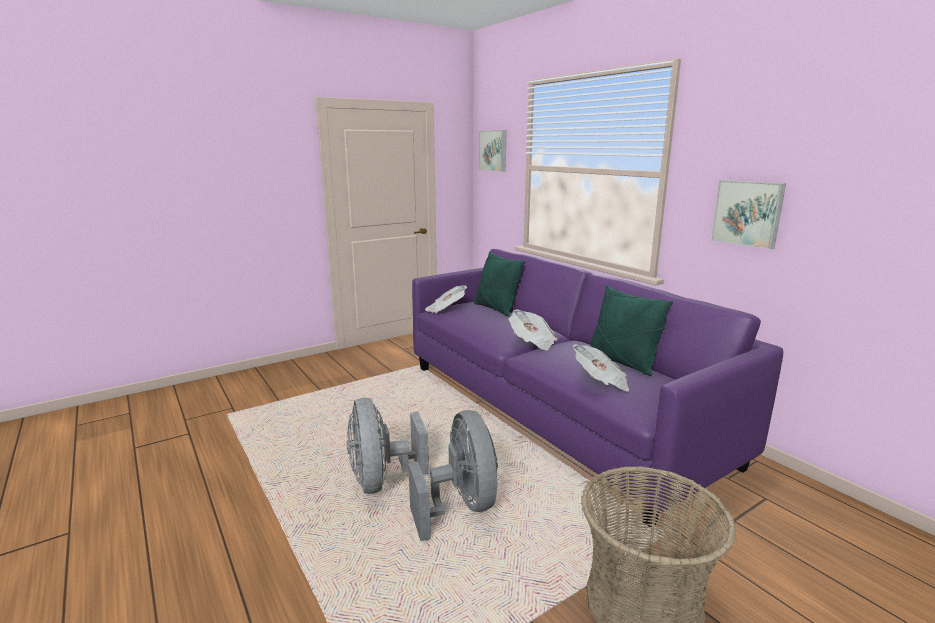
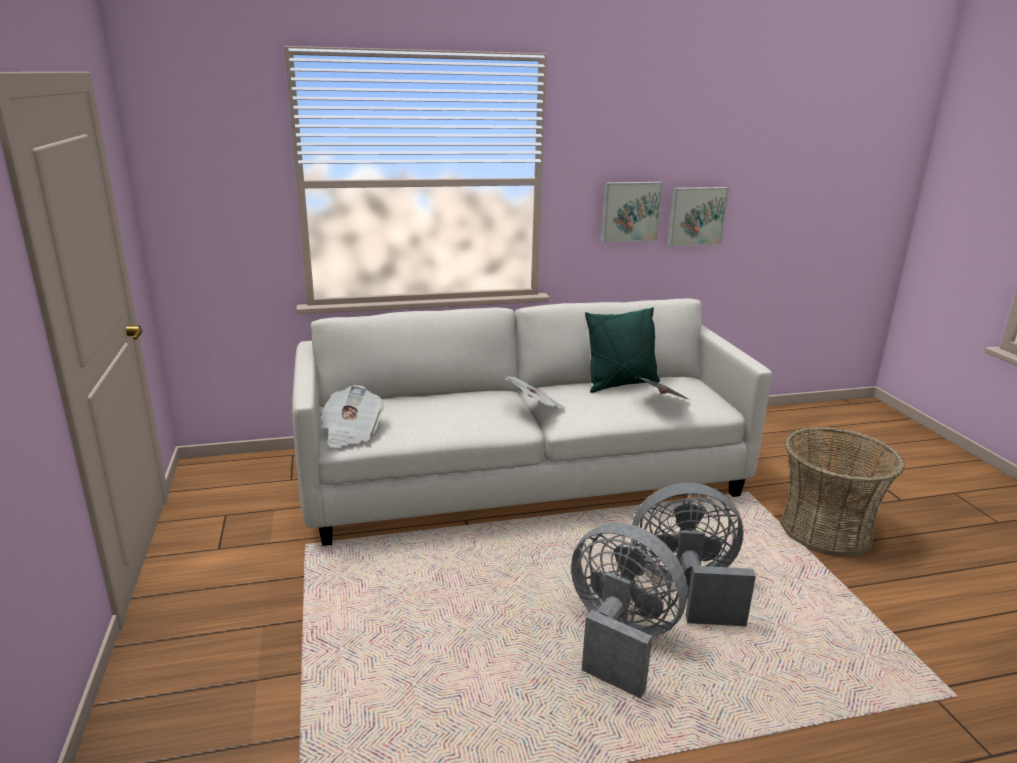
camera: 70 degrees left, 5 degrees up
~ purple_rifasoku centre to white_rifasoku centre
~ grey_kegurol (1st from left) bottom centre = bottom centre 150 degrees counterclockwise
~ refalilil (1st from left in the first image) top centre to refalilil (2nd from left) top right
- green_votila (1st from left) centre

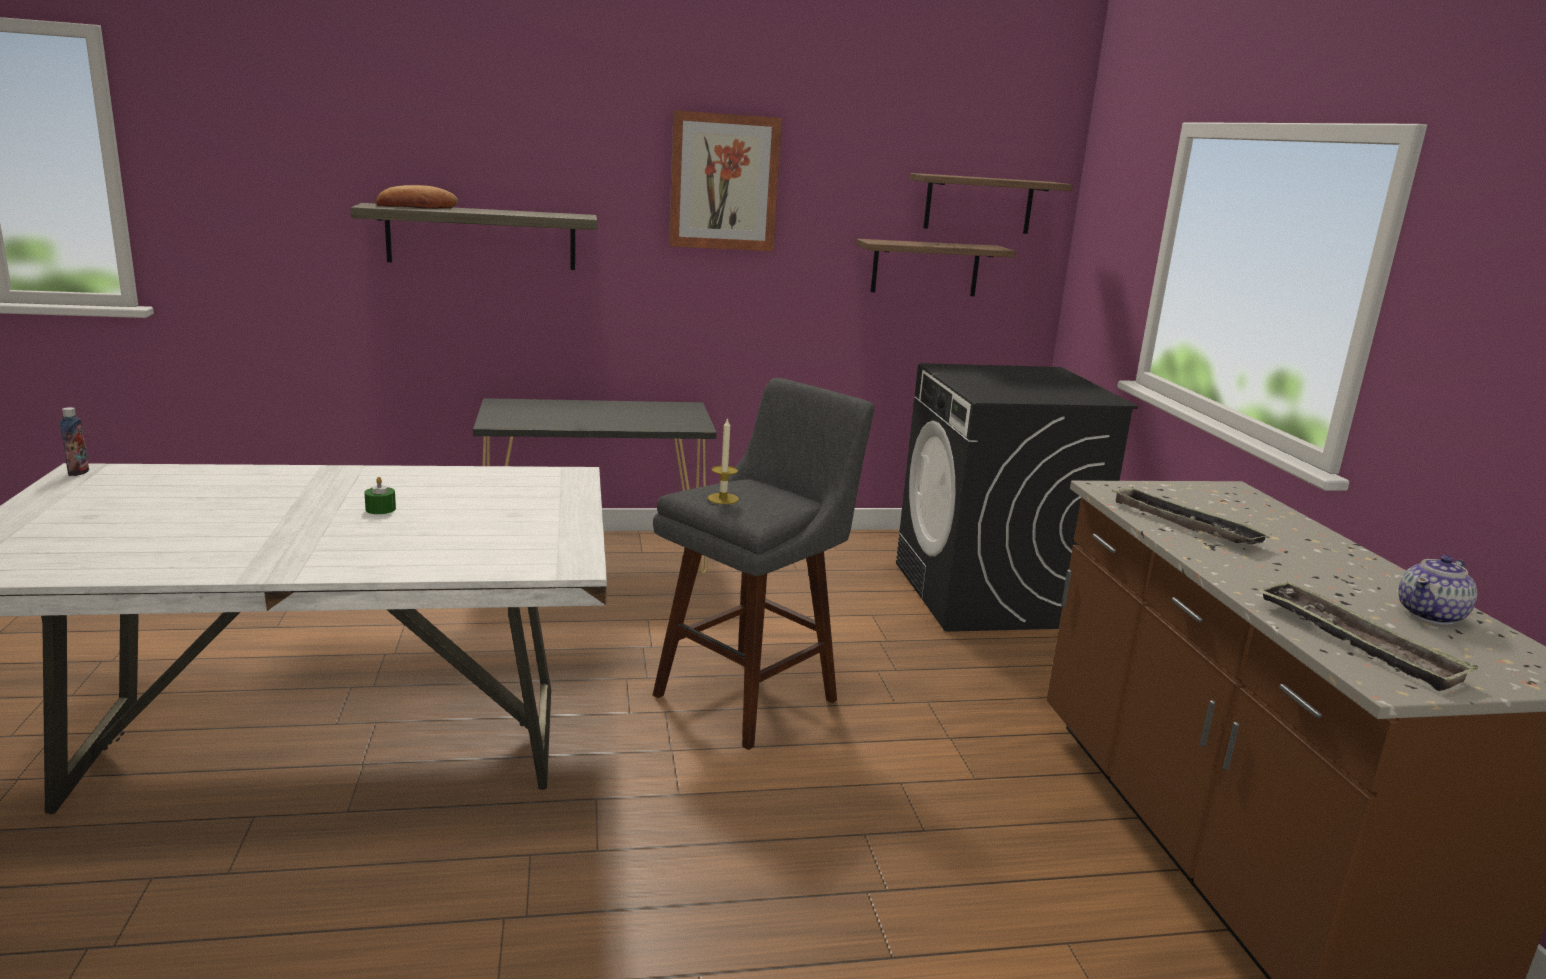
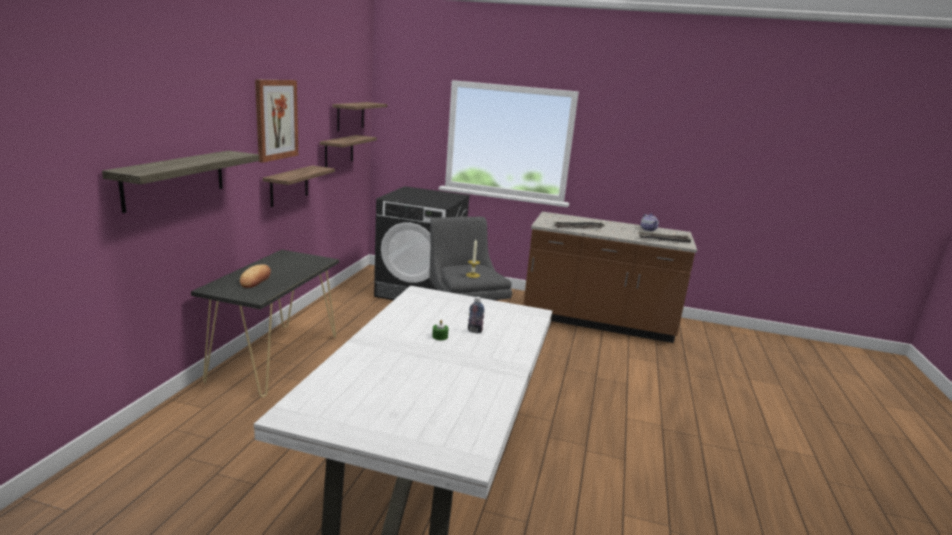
camera: 65 degrees left, 0 degrees up
~ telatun top left to middle left
+ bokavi (2nd from left) middle left
~ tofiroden middle left to centre

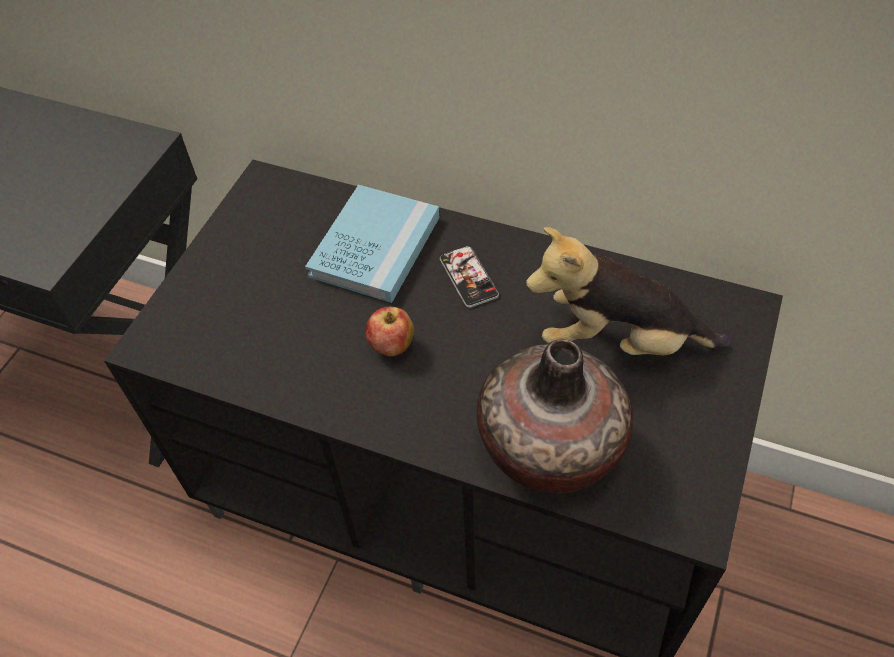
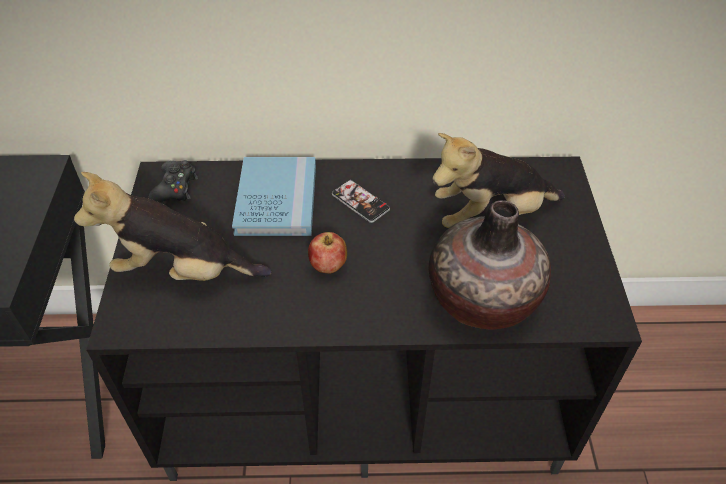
camera: 25 degrees left, 5 degrees down
+ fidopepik (1st from left) middle left
+ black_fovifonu middle left

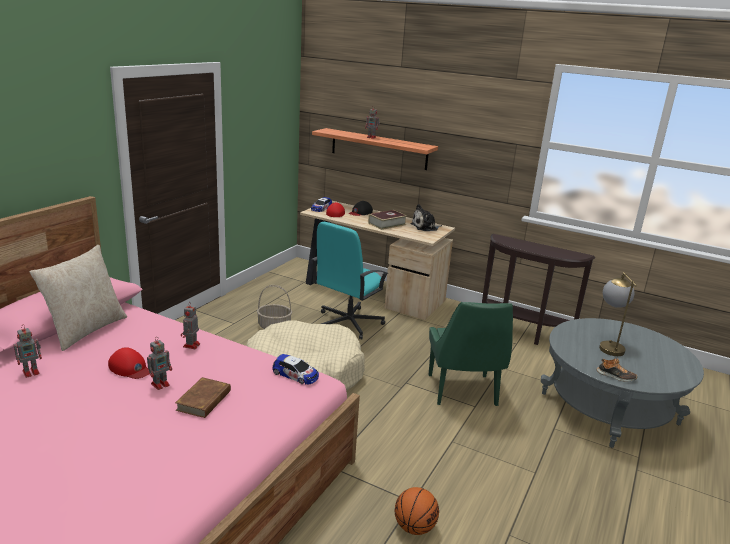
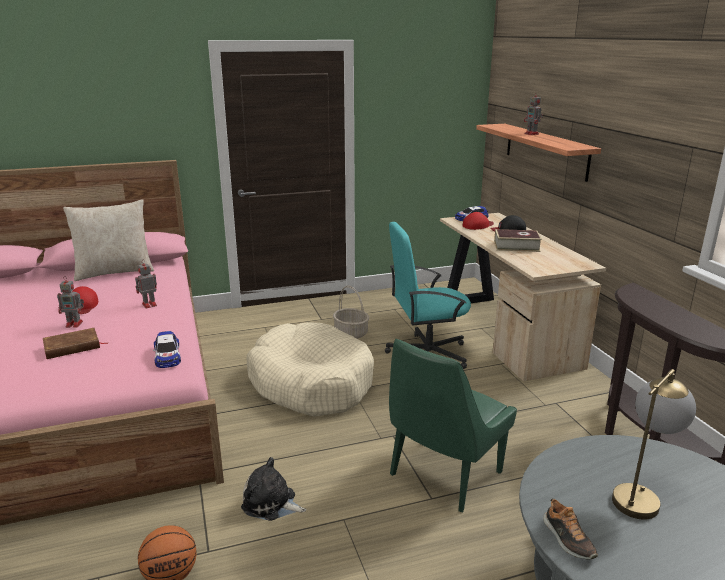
camera: 45 degrees right, 0 degrees up
~ fidopepik centre to bottom centre
- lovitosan (1st from left) middle left

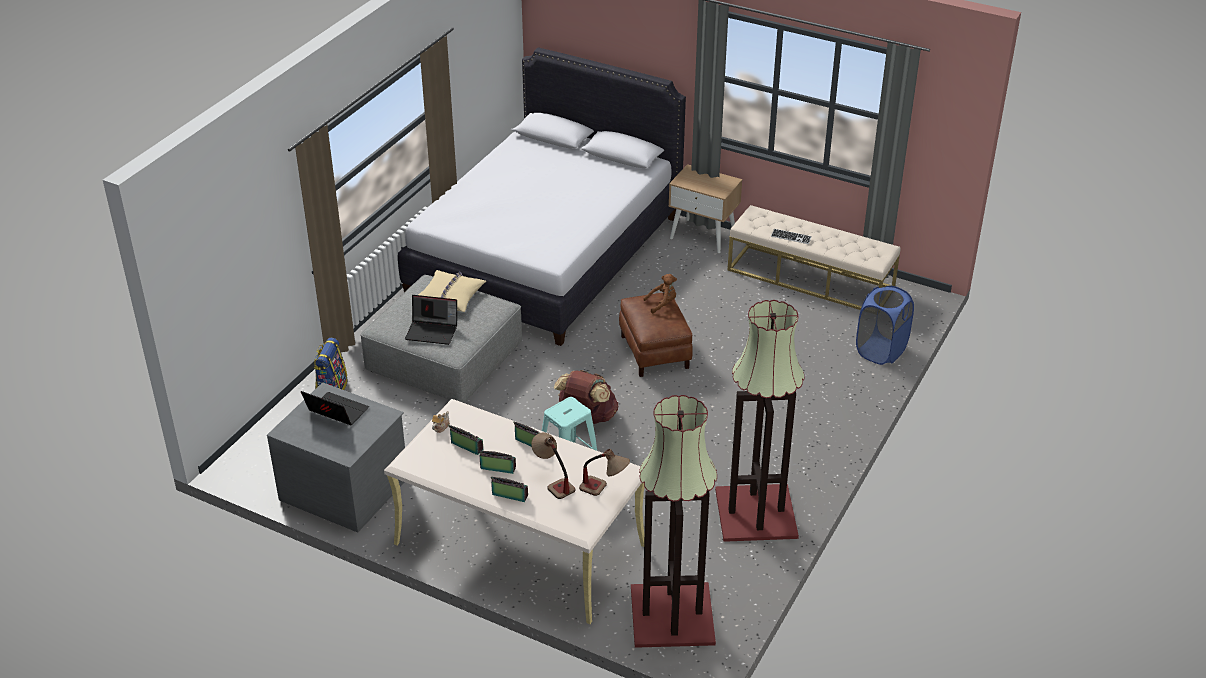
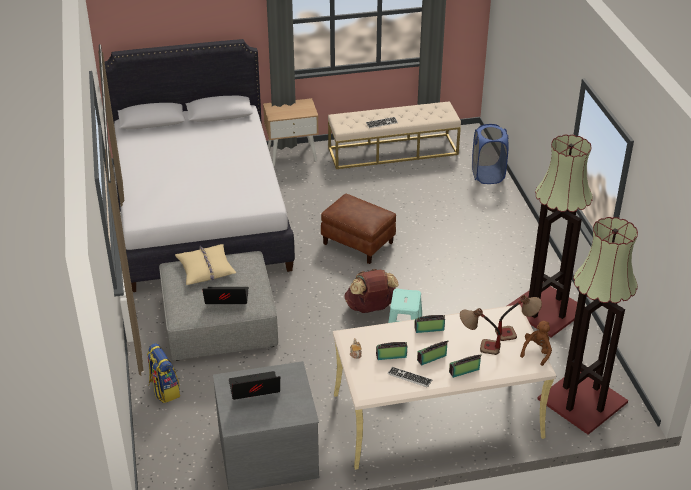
camera: 40 degrees left, 0 degrees up
~ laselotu (2nd from left in the first image) centre = middle left 150 degrees counterclockwise
+ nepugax (2nd from left) bottom centre
~ brown_fidopepik centre to bottom right

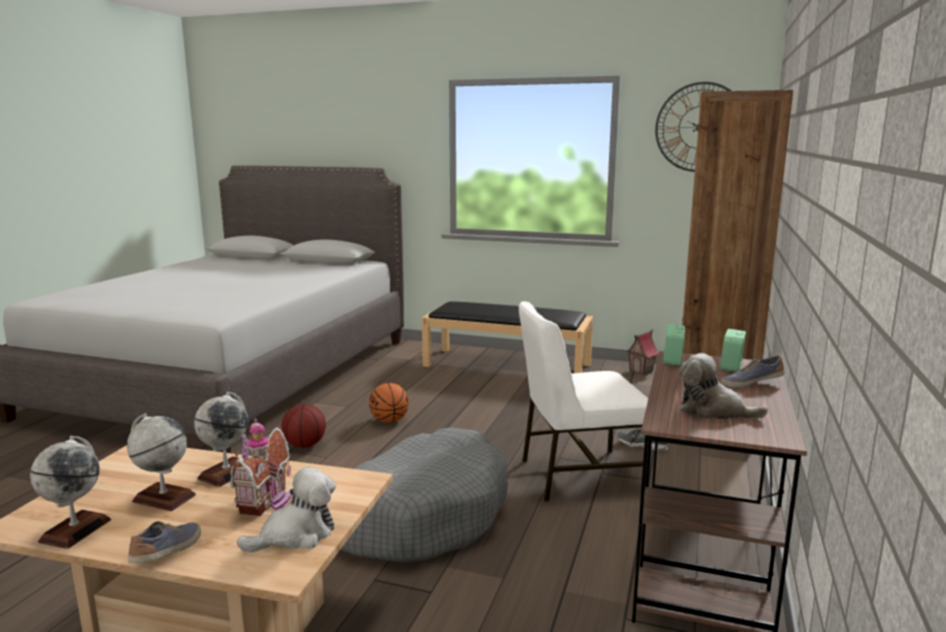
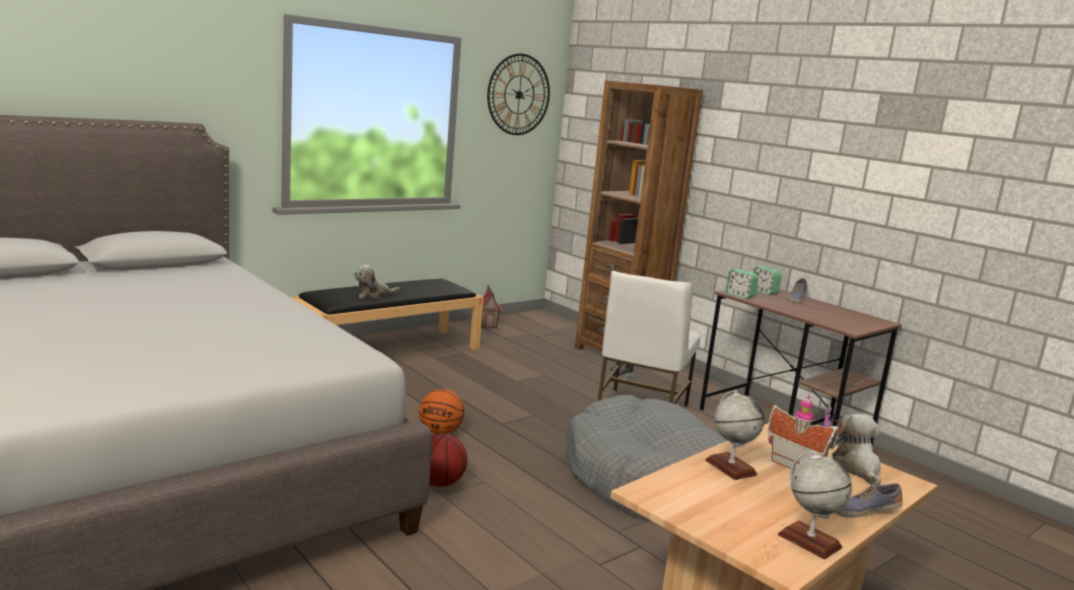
camera: 60 degrees left, 0 degrees up
~ fidopepik (2nd from left in the first image) middle right to fidopepik (1st from left) centre
~ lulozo (1st from left in the first image) bottom left = bottom right 60 degrees counterclockwise
- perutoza (2nd from left) bottom left

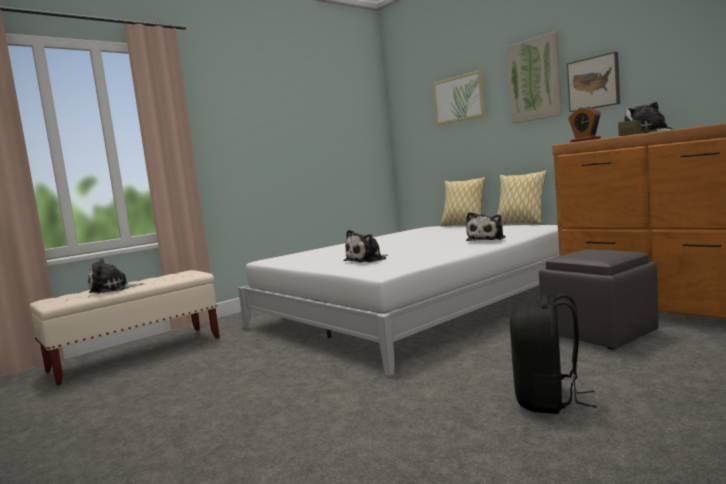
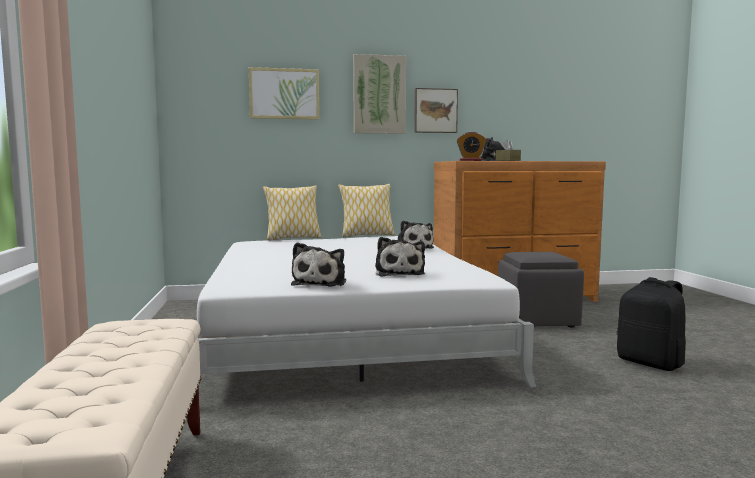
camera: 60 degrees left, 0 degrees up
~ fidopepik (1st from left) middle left to centre

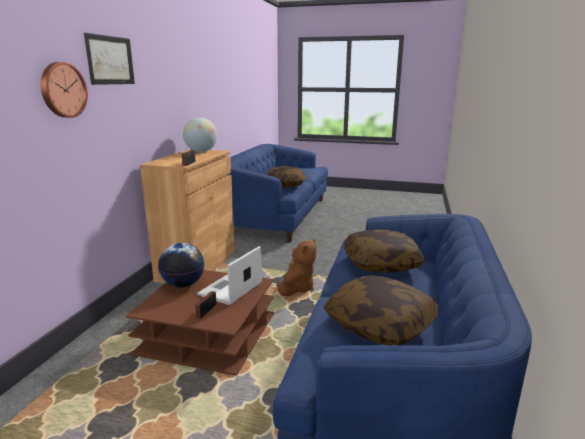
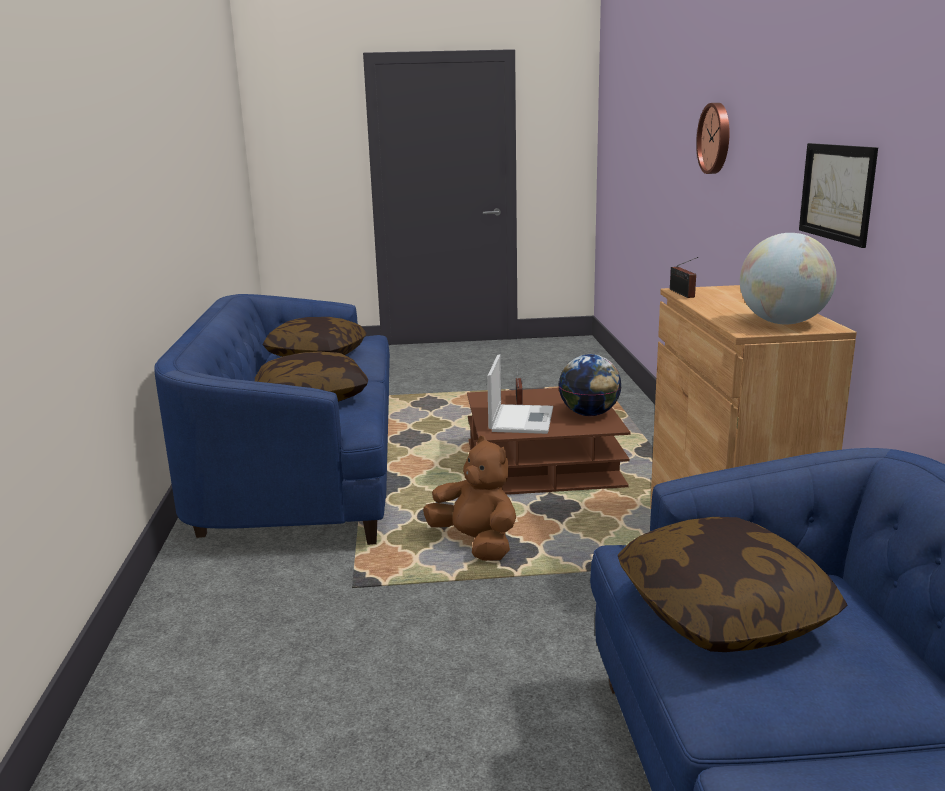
camera: 160 degrees right, 0 degrees up
~ brown_fidopepik centre = centre 135 degrees clockwise
~ refalilil top left to top right

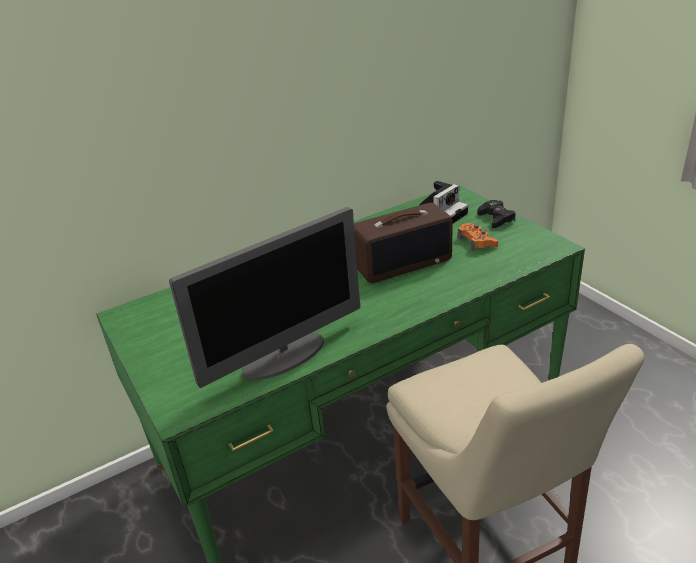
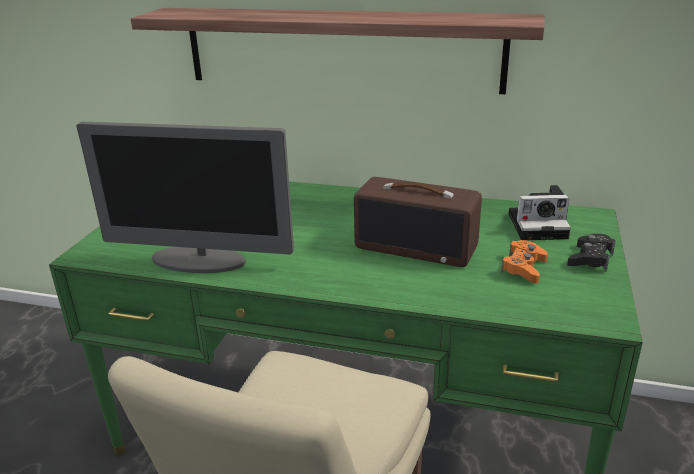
camera: 45 degrees right, 5 degrees down
+ bokavi top centre

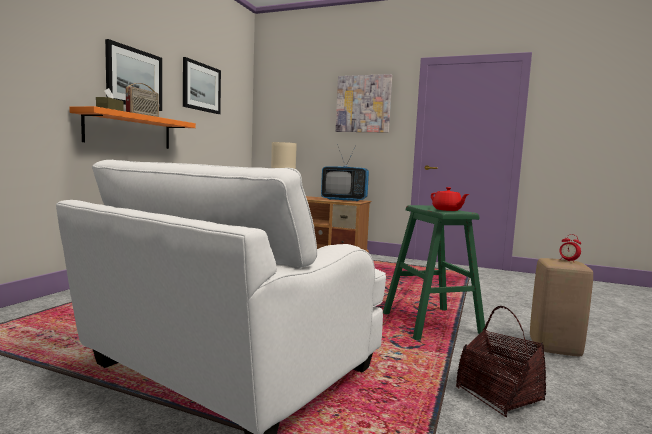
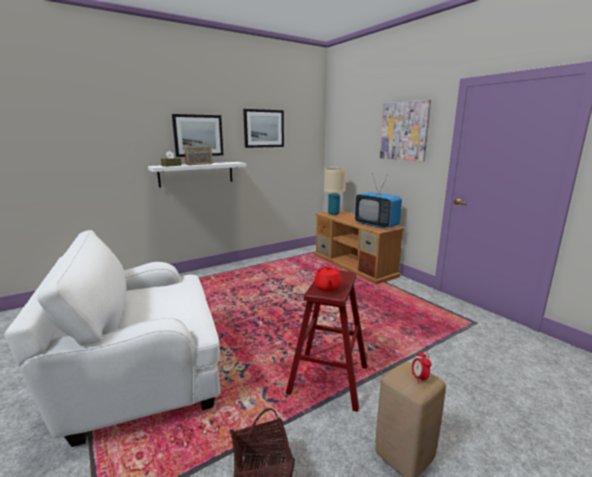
camera: 35 degrees right, 10 degrees up
~ orange_bokavi top left to white_bokavi middle left
~ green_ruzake centre to red_ruzake bottom centre

